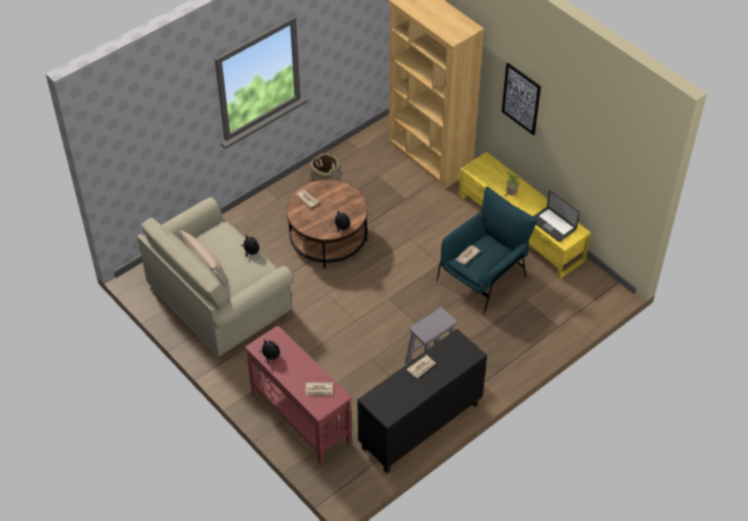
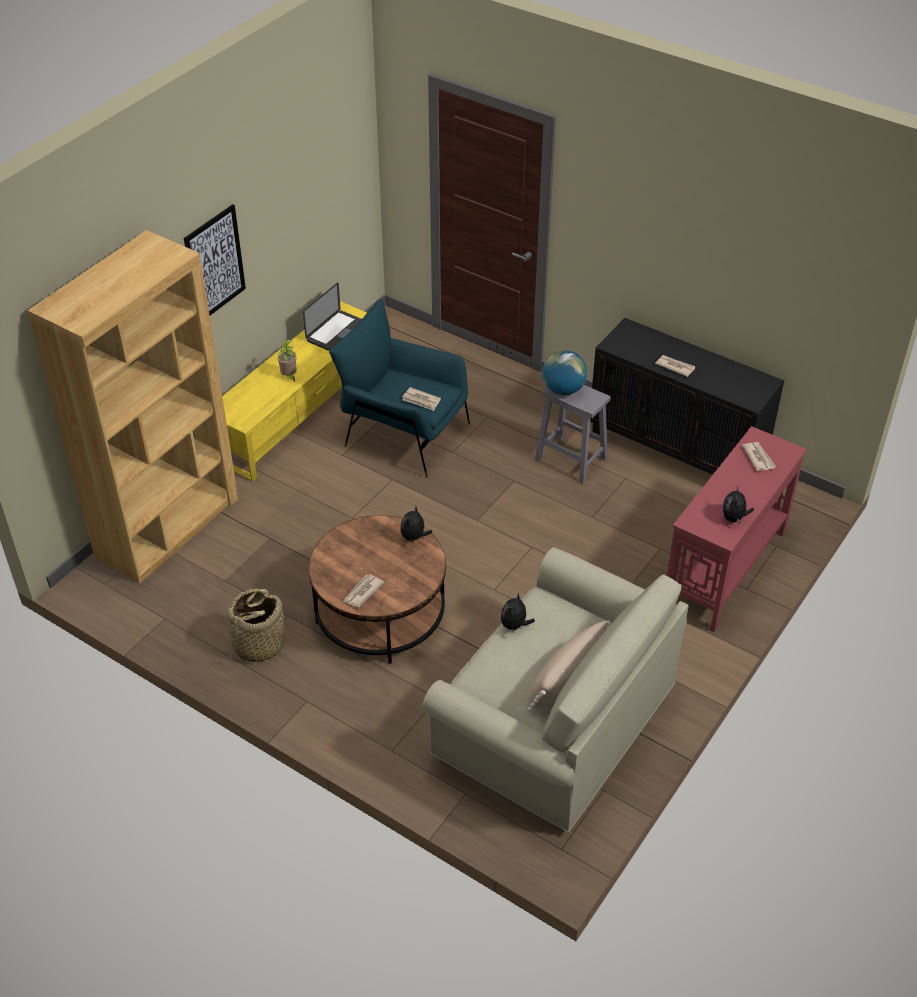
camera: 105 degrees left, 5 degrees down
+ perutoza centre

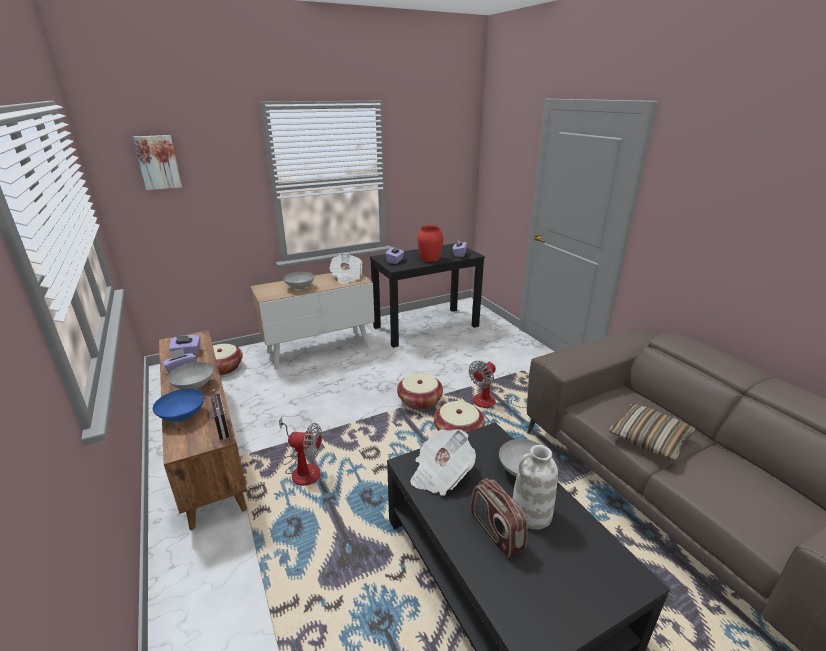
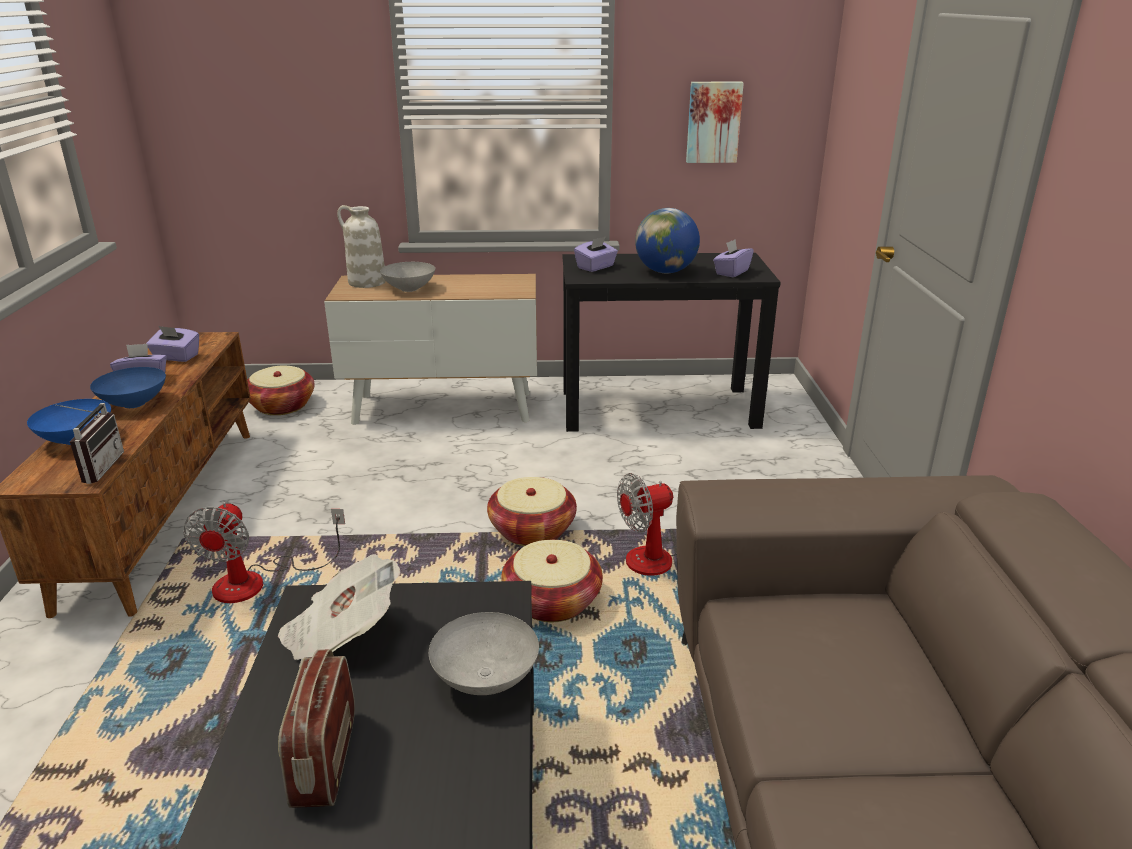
camera: 25 degrees right, 0 degrees up
~ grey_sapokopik (1st from left) middle left to blue_sapokopik (2nd from left) middle left
~ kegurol (1st from left) bottom centre = middle left 60 degrees clockwise
~ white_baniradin bottom centre to top left
~ red_baniradin centre to perutoza top centre
~ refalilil top left to top centre
- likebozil (1st from left) centre
- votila middle right

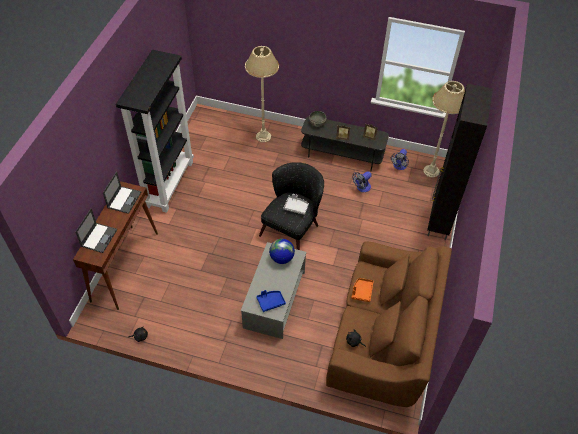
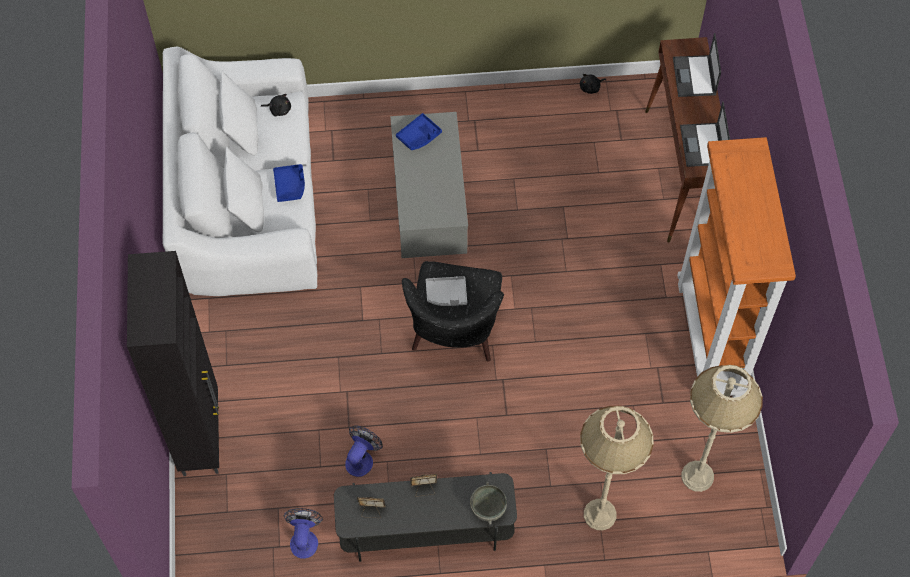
camera: 160 degrees right, 10 degrees up
~ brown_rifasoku bottom right to white_rifasoku top left
~ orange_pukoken bottom centre to blue_pukoken (1st from left) top left
~ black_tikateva top left to orange_tikateva middle right
~ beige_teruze (2nd from left) top right to bottom right
- perutoza centre

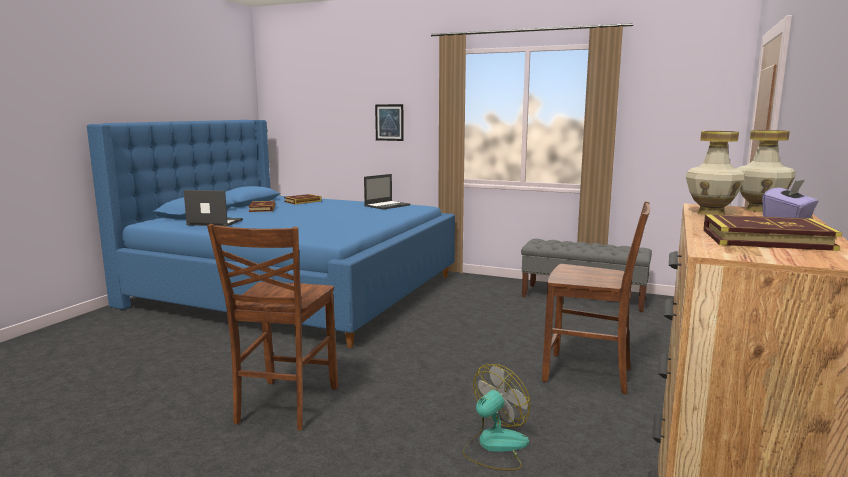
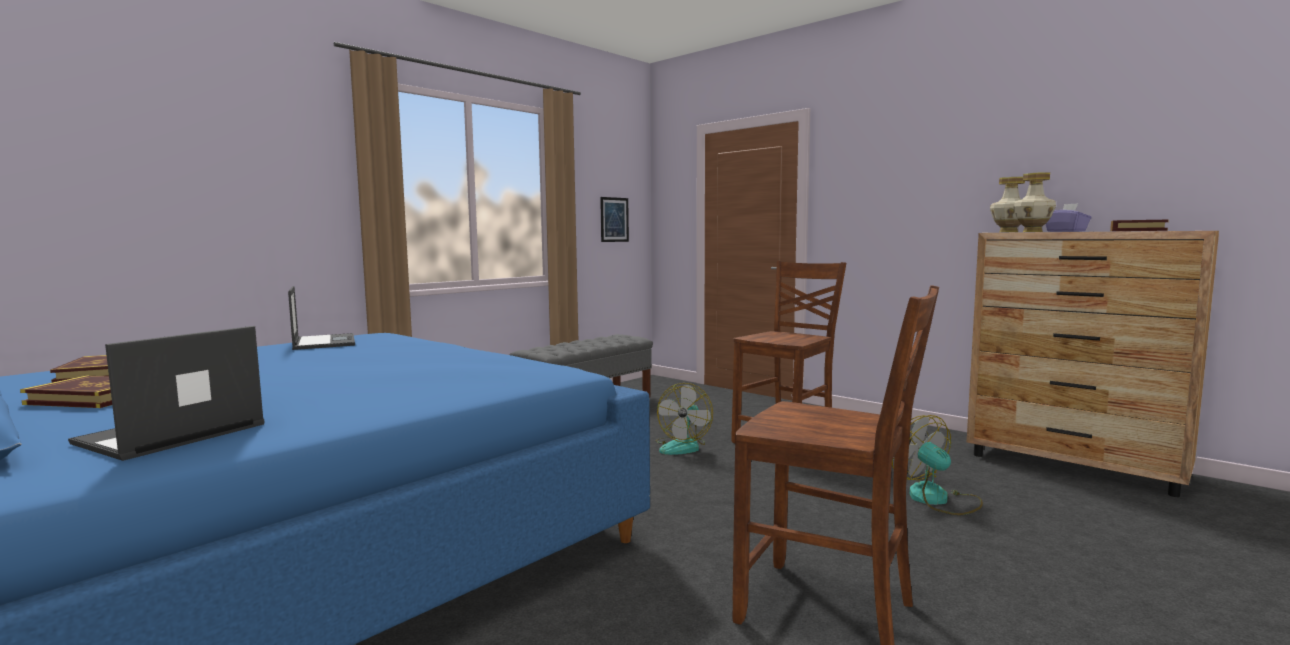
camera: 70 degrees left, 5 degrees down
~ refalilil top centre to centre
+ kegurol (1st from left) centre

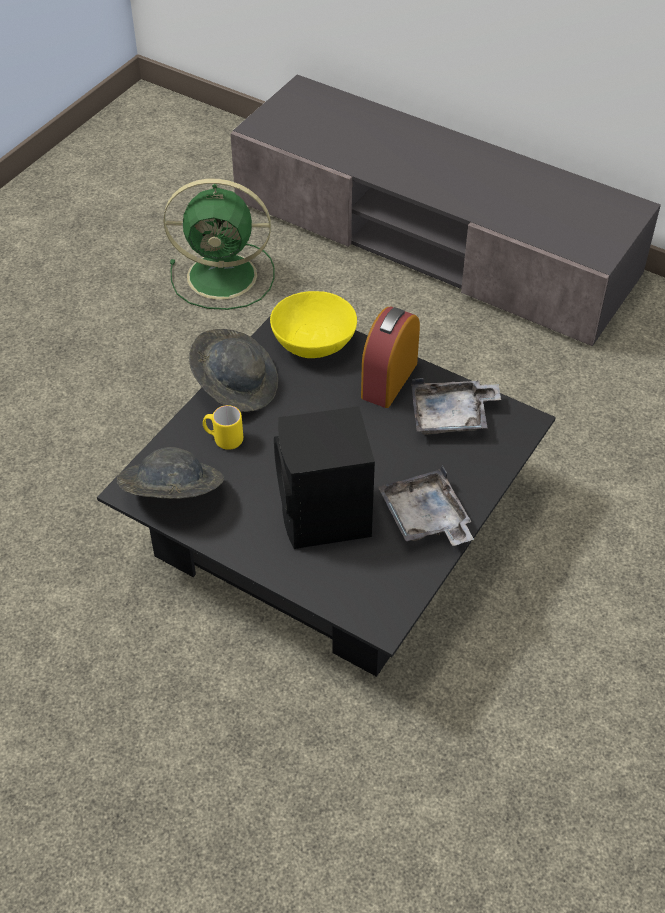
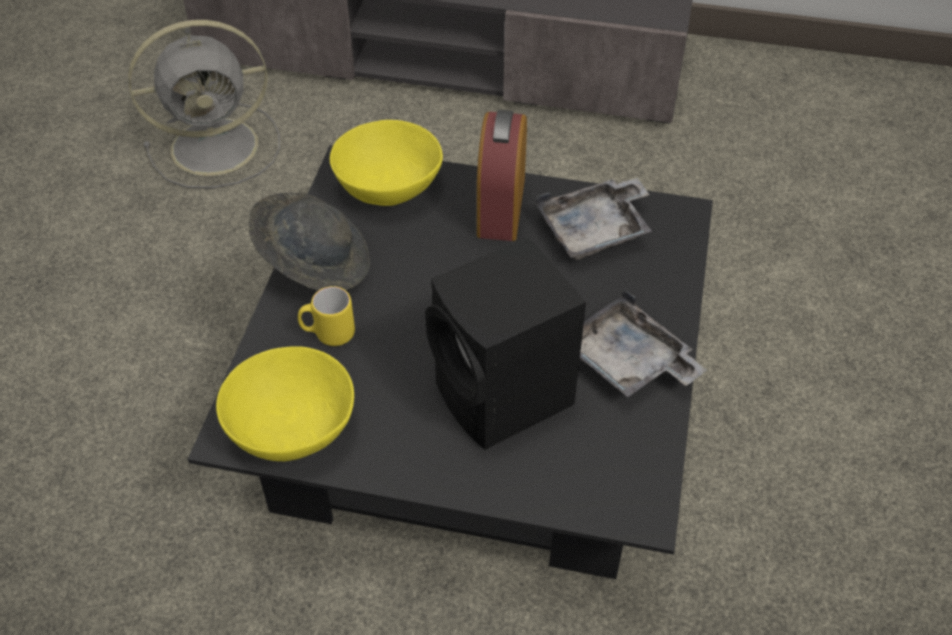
camera: 20 degrees left, 0 degrees up
~ green_kegurol top left to grey_kegurol top left
~ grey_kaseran (1st from left) middle left to yellow_sapokopik (1st from left) middle left

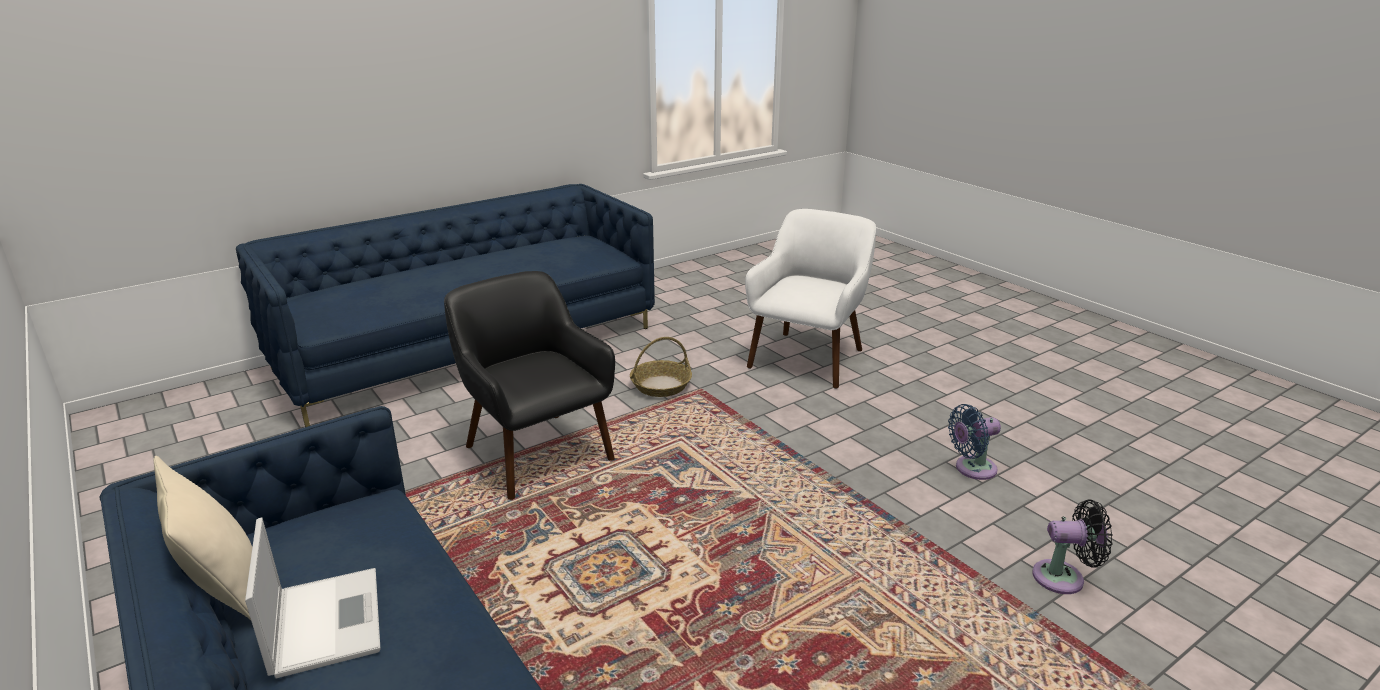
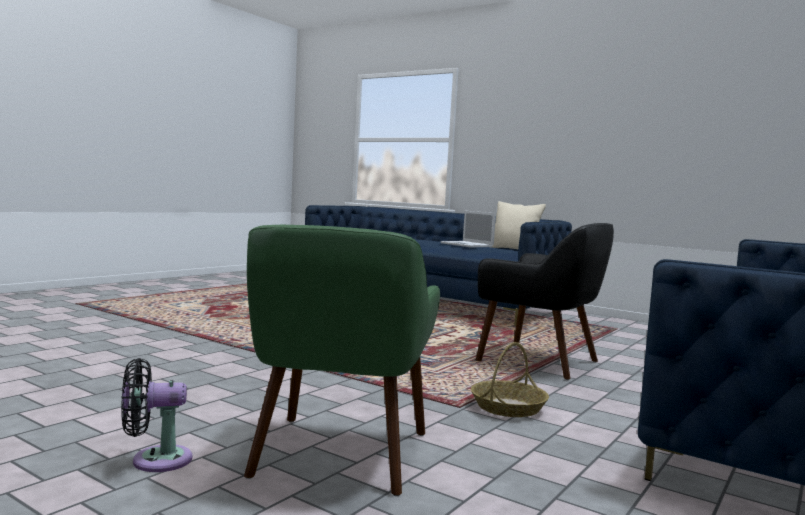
camera: 160 degrees right, 20 degrees down
~ black_kegurol bottom right to bottom left
~ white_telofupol centre to green_telofupol bottom centre
- blue_kegurol middle right

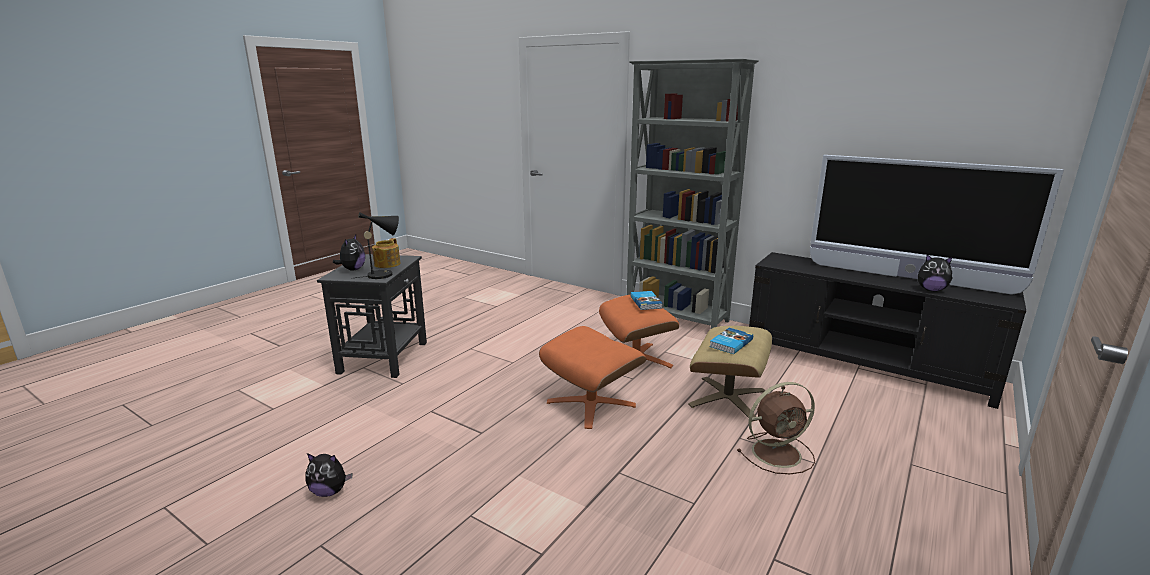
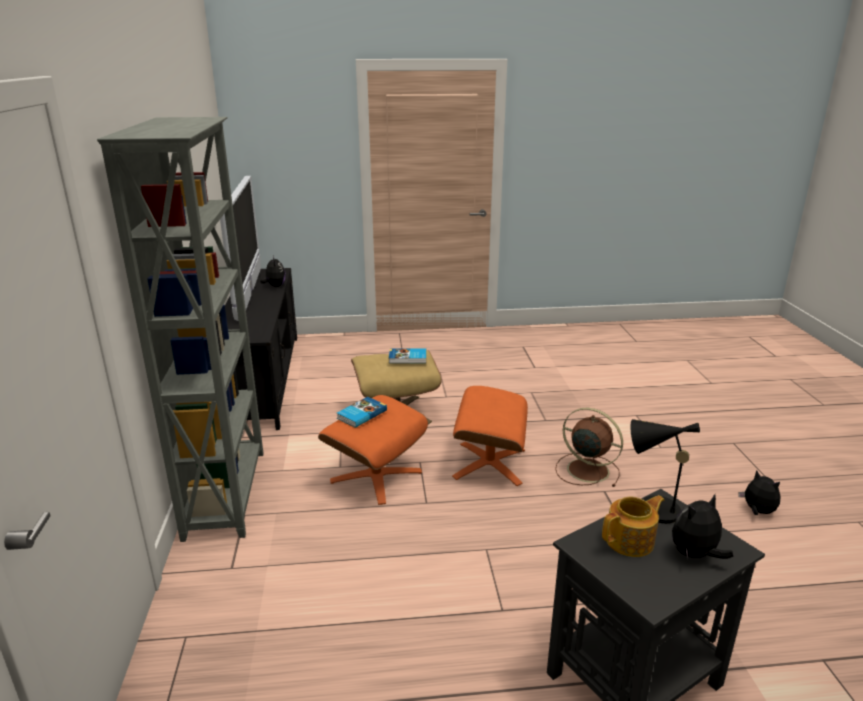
camera: 130 degrees left, 5 degrees up
~ brown_kegurol bottom right to middle right

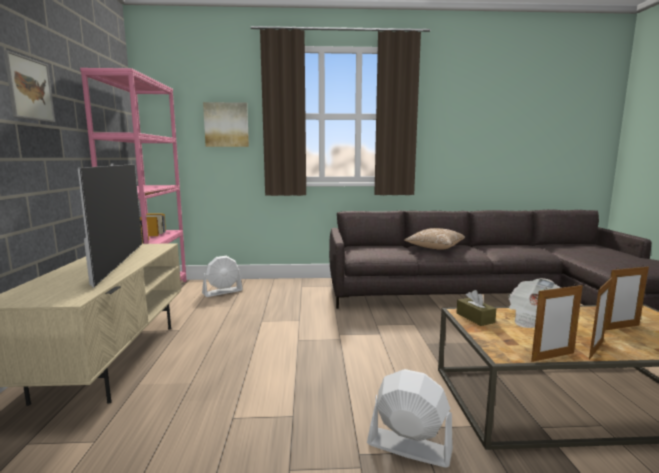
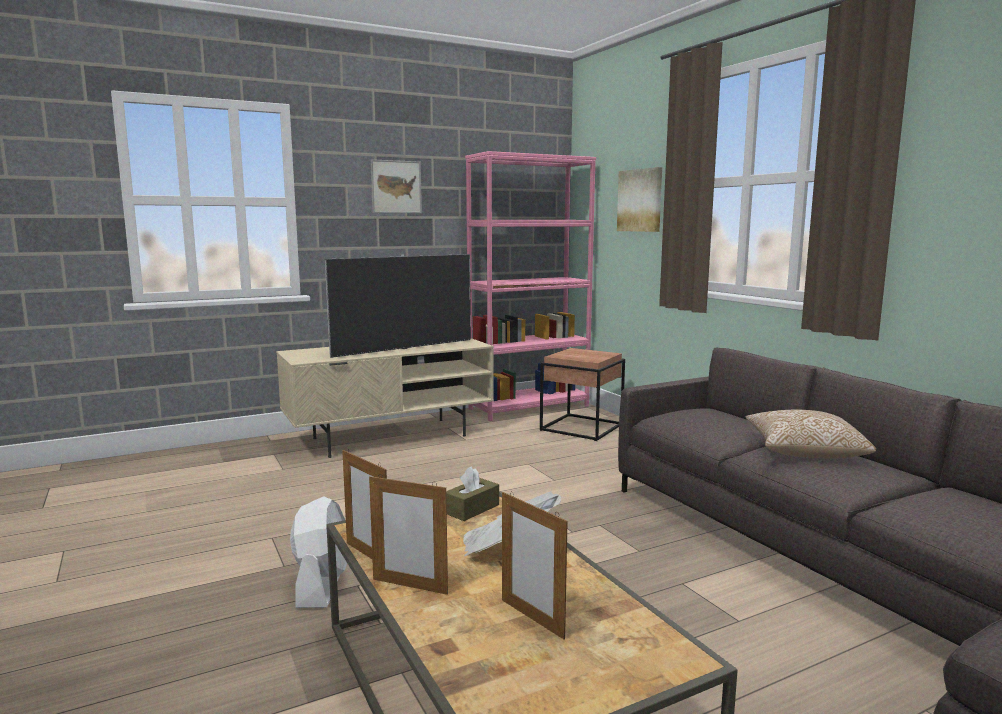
camera: 65 degrees right, 0 degrees up
~ white_kegurol (1st from left) centre to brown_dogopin centre

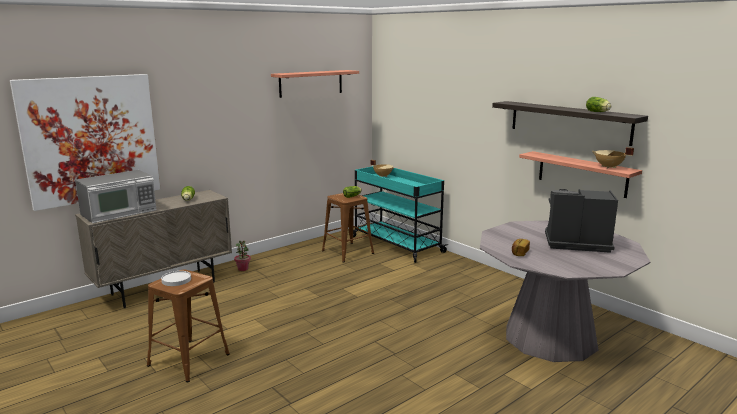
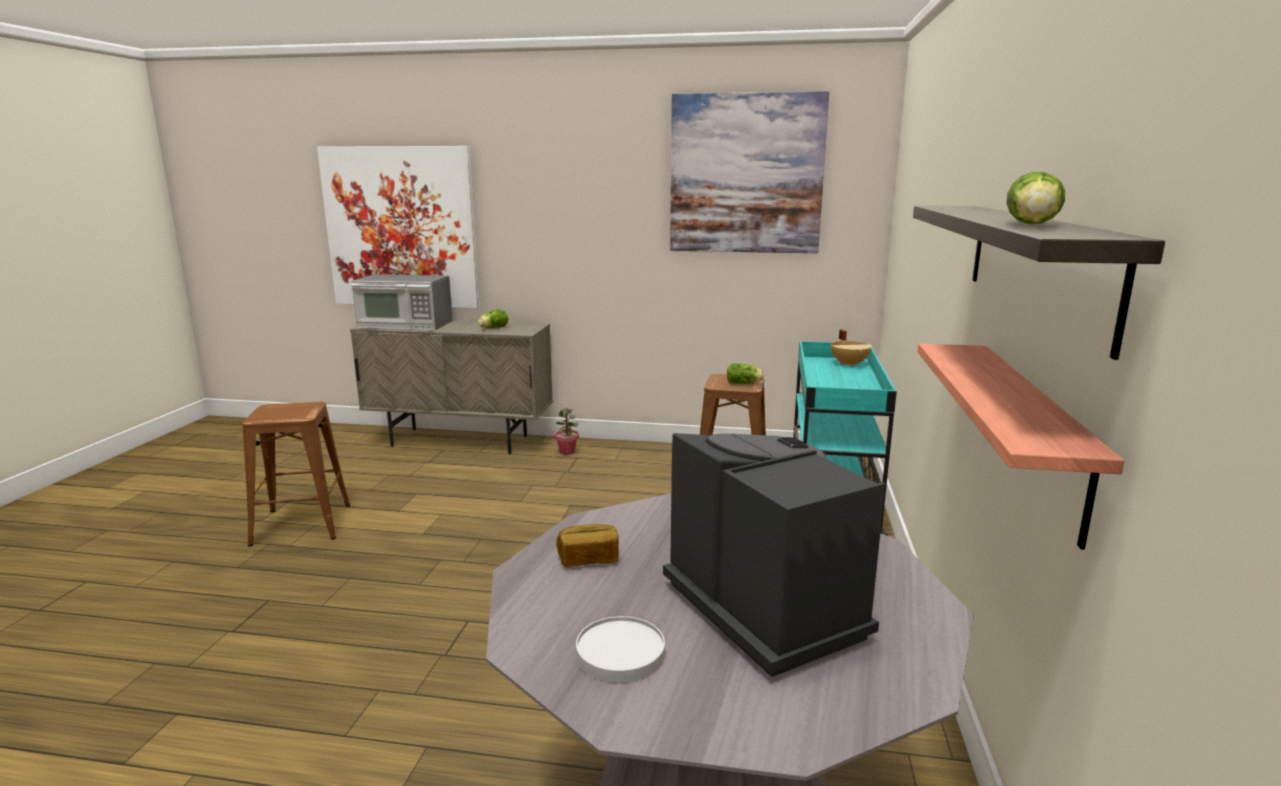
camera: 50 degrees right, 0 degrees up
~ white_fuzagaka bottom left to bottom centre
~ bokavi (1st from left) top centre to refalilil (2nd from left) top centre
- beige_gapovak (2nd from left) middle right

